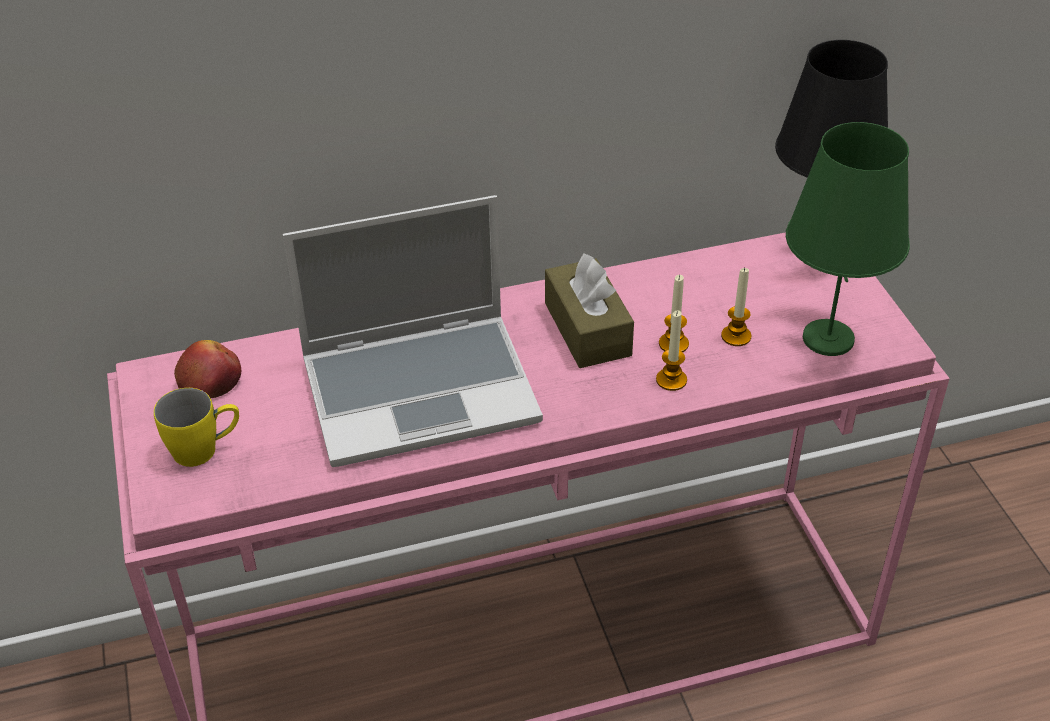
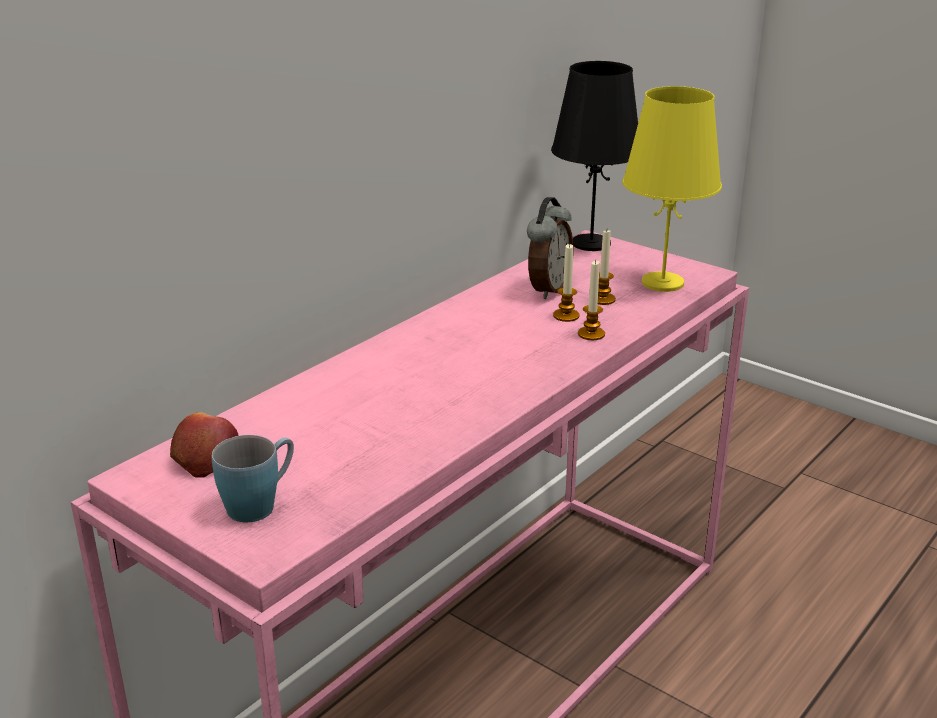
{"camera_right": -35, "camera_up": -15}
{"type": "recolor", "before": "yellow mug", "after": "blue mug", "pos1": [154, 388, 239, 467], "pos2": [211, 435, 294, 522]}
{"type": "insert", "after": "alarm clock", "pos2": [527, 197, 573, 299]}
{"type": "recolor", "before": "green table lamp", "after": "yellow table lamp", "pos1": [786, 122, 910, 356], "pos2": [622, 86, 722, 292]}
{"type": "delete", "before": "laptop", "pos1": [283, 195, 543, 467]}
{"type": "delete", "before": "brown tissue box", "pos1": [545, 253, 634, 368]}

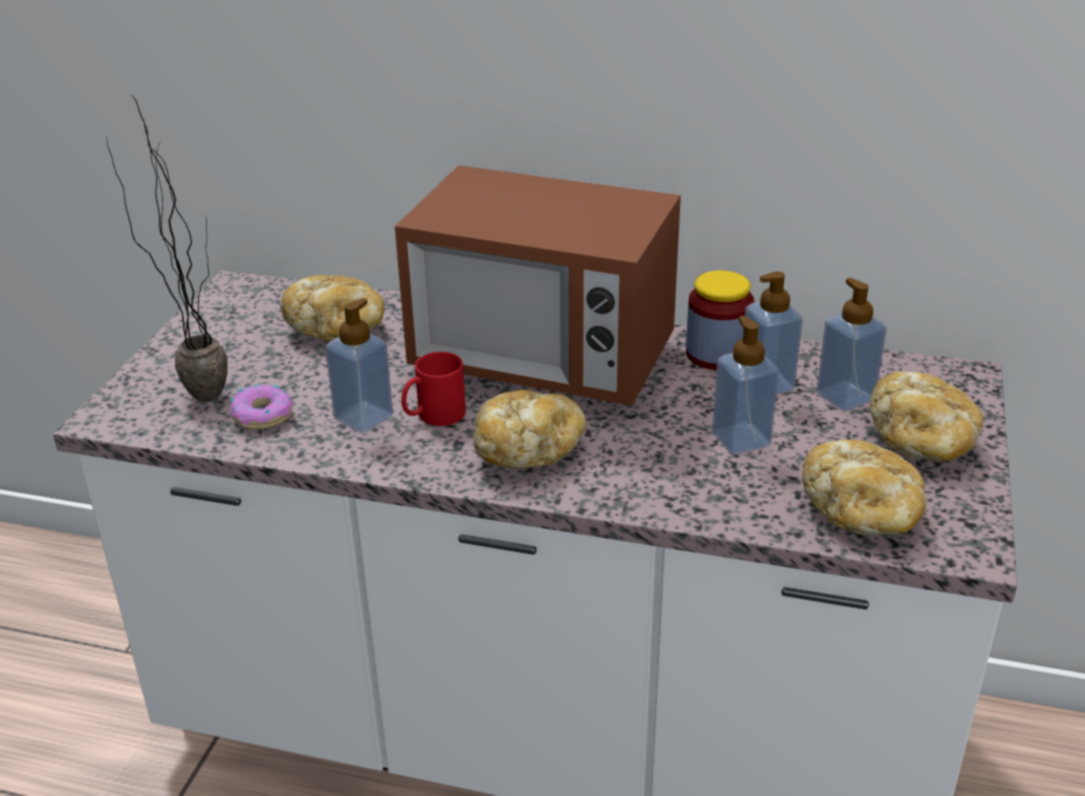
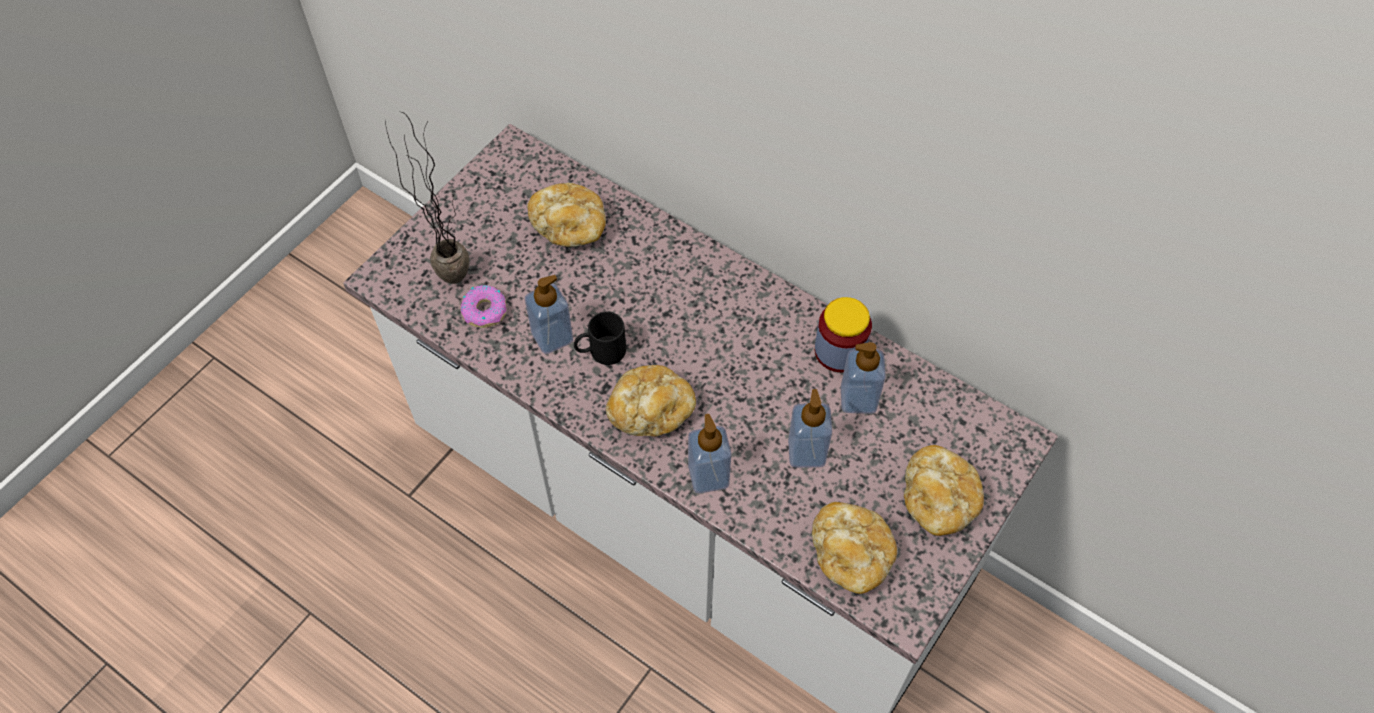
{"camera_right": 20, "camera_up": 25}
{"type": "recolor", "before": "red mug", "after": "black mug", "pos1": [401, 352, 466, 426], "pos2": [574, 311, 626, 365]}
{"type": "move", "before": "soap dispenser", "pos1": [816, 278, 887, 411], "pos2": [688, 414, 731, 493]}
{"type": "delete", "before": "microwave", "pos1": [395, 165, 681, 406]}

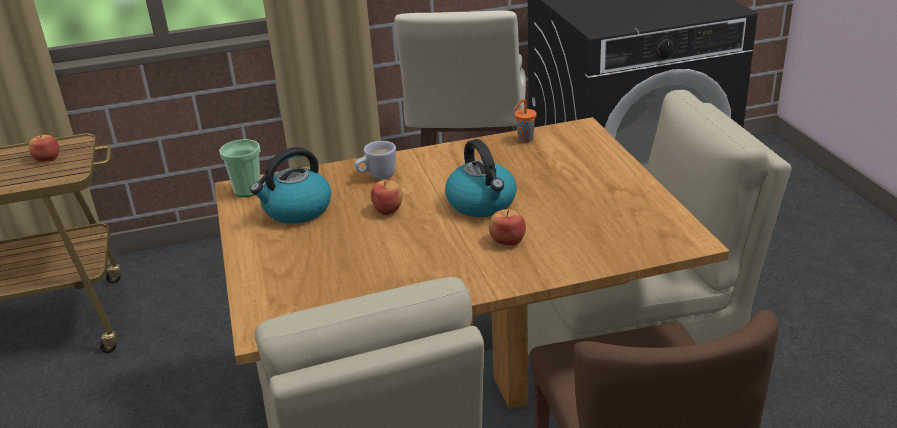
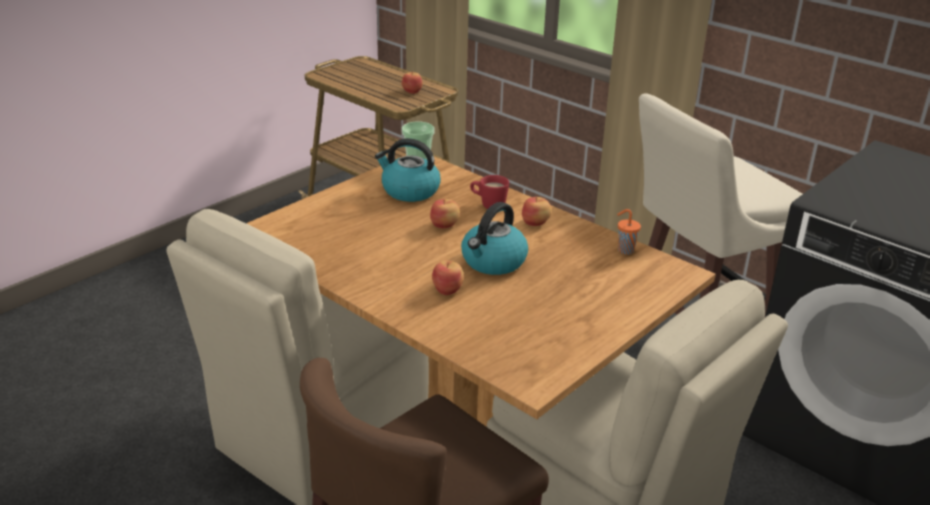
{"camera_right": 55, "camera_up": 0}
{"type": "recolor", "before": "white mug", "after": "red mug", "pos1": [355, 141, 396, 180], "pos2": [470, 175, 509, 209]}
{"type": "insert", "after": "apple", "pos2": [522, 197, 552, 226]}

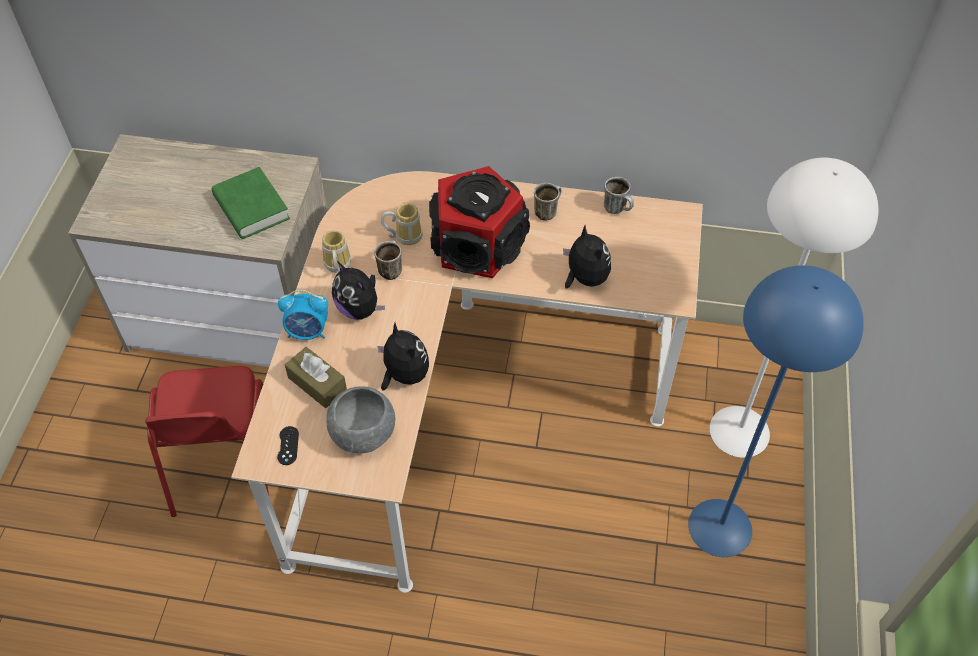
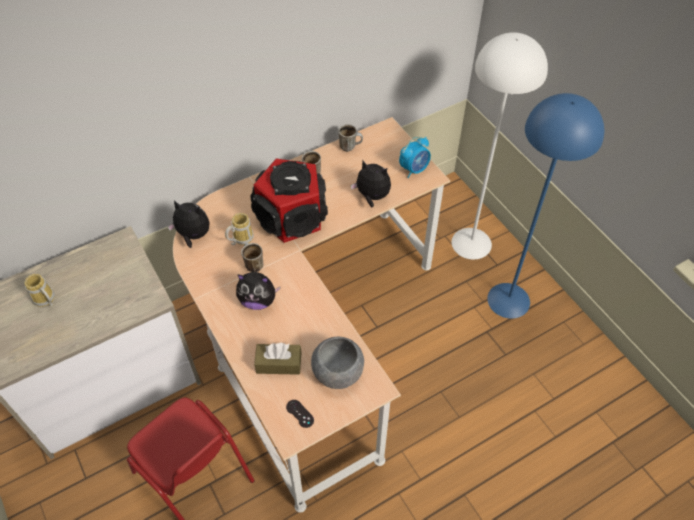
{"camera_right": -40, "camera_up": 0}
{"type": "move", "before": "mug", "pos1": [322, 230, 351, 273], "pos2": [24, 274, 54, 307]}
{"type": "move", "before": "plush toy", "pos1": [378, 323, 429, 390], "pos2": [167, 200, 210, 248]}
{"type": "move", "before": "alarm clock", "pos1": [278, 289, 328, 340], "pos2": [399, 137, 431, 178]}
{"type": "delete", "before": "green book", "pos1": [212, 167, 290, 239]}

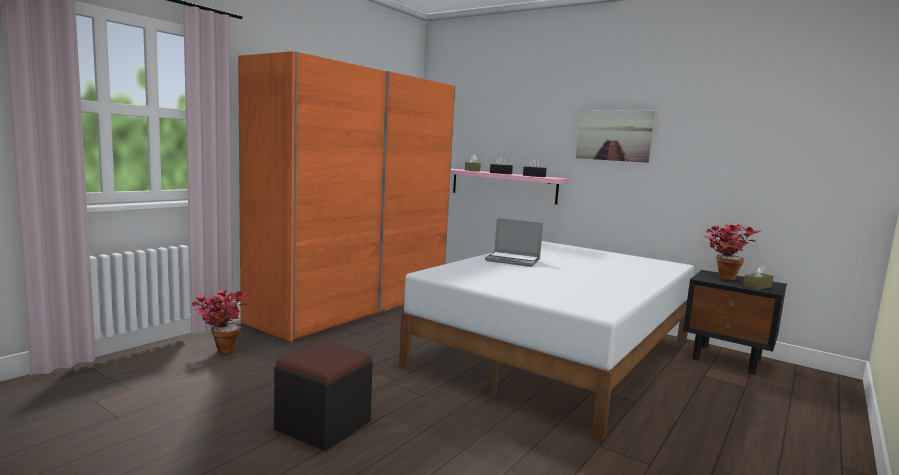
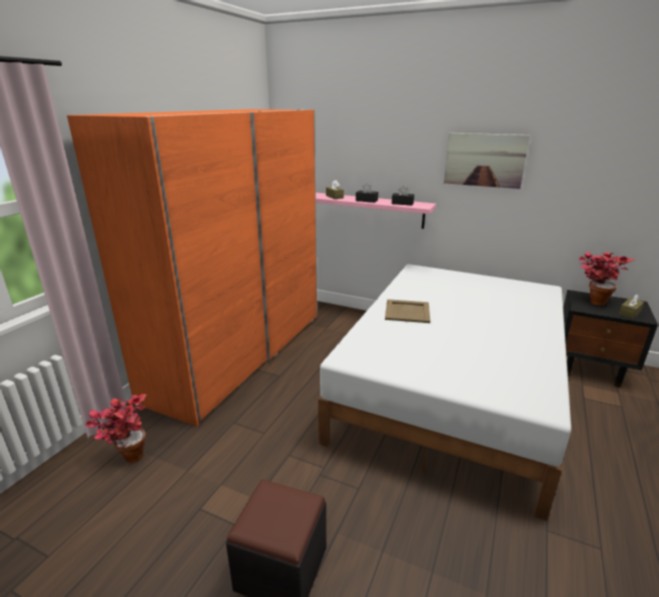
{"camera_right": -10, "camera_up": 15}
{"type": "replace", "before": "laptop", "after": "beige tray", "pos1": [485, 218, 543, 267], "pos2": [385, 299, 430, 323]}

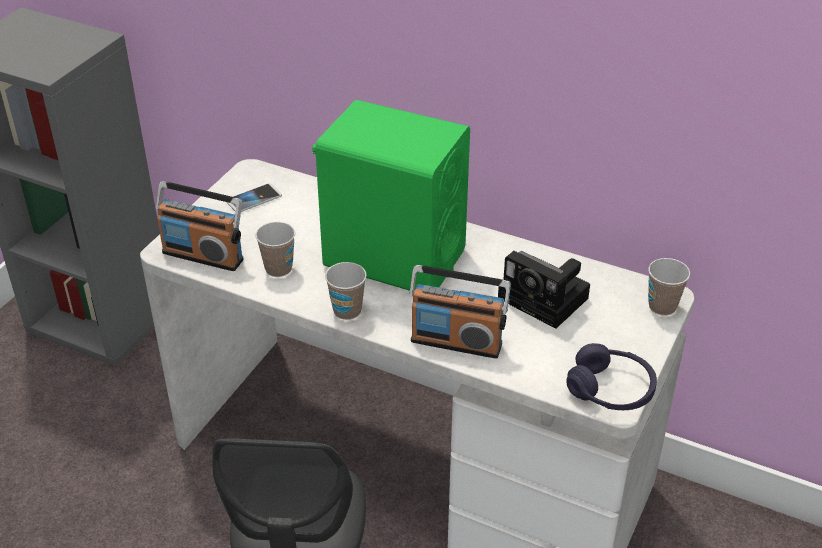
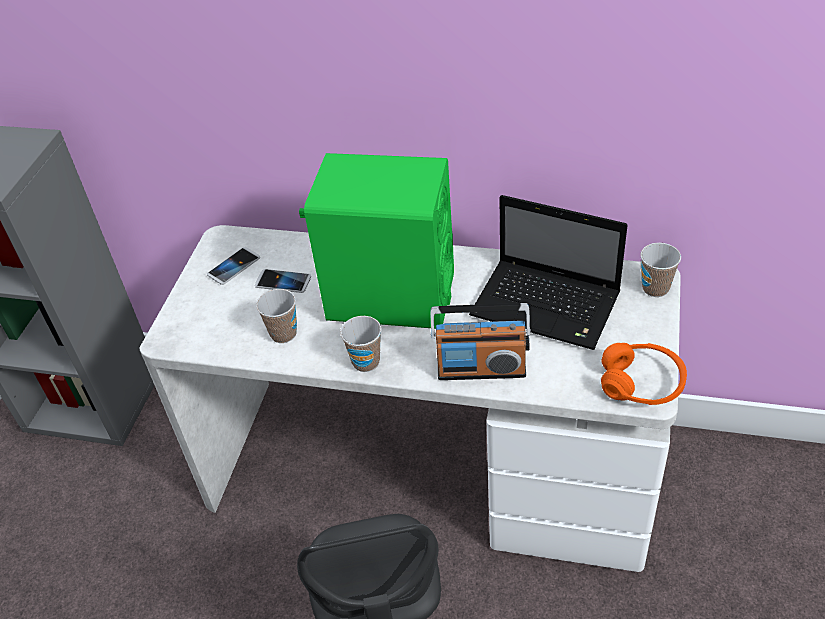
{"camera_right": -10, "camera_up": 5}
{"type": "insert", "after": "phone", "pos2": [255, 269, 311, 293]}
{"type": "replace", "before": "photo camera", "after": "laptop", "pos1": [498, 250, 590, 329], "pos2": [469, 195, 628, 350]}
{"type": "recolor", "before": "purple headphones", "after": "orange headphones", "pos1": [566, 343, 657, 410], "pos2": [601, 343, 687, 405]}
{"type": "delete", "before": "radio", "pos1": [156, 181, 244, 271]}

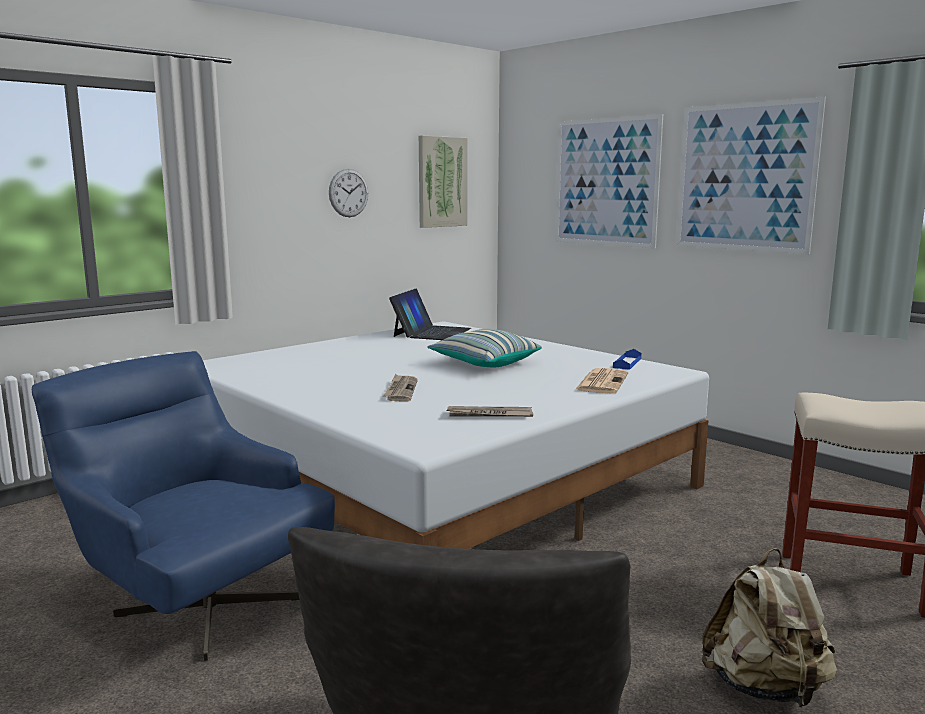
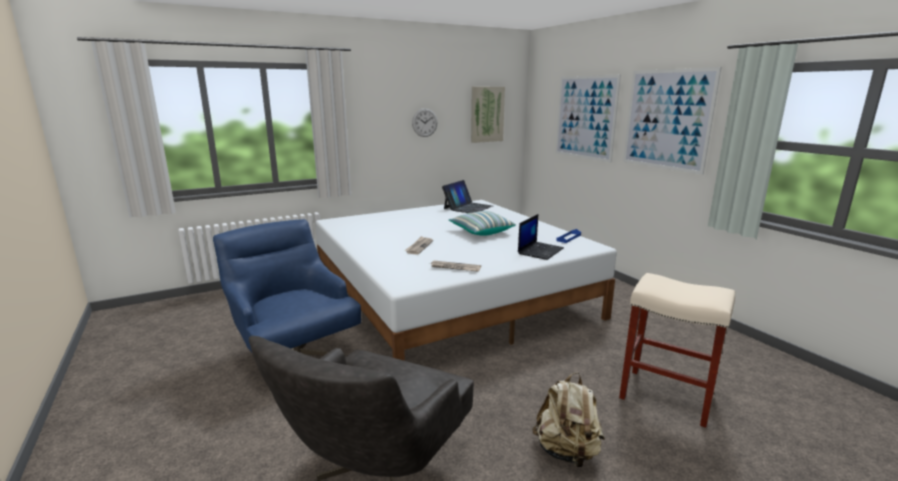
{"camera_right": 15, "camera_up": 5}
{"type": "replace", "before": "newspaper", "after": "laptop", "pos1": [575, 368, 628, 393], "pos2": [518, 214, 564, 260]}

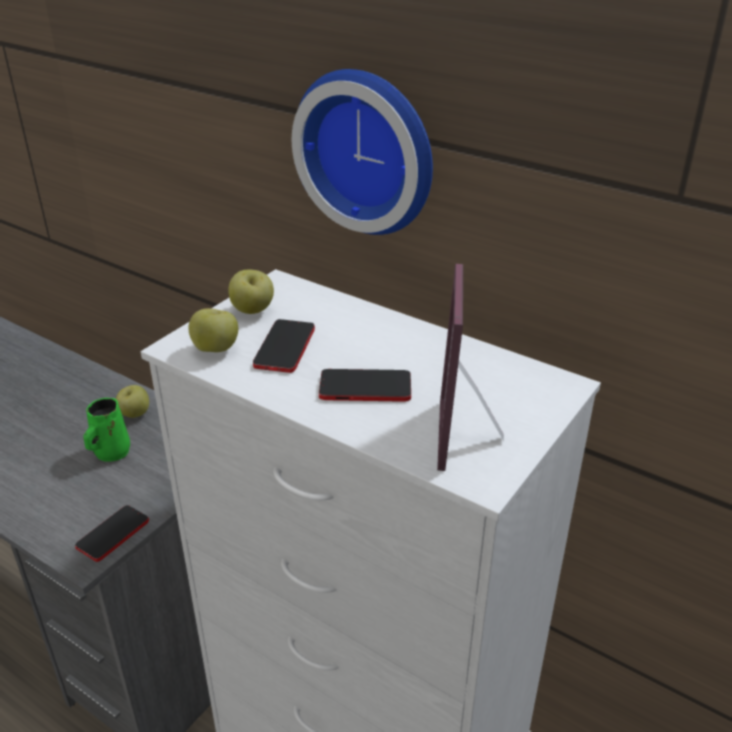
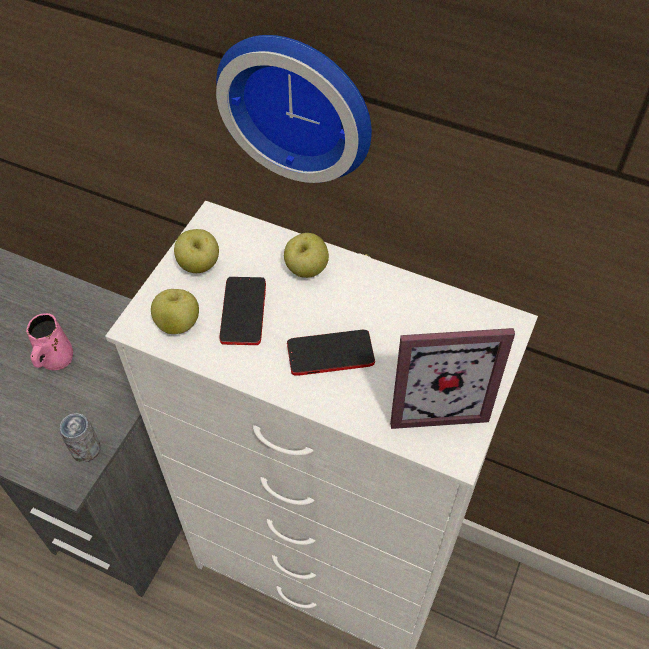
{"camera_right": -10, "camera_up": 20}
{"type": "recolor", "before": "green mug", "after": "pink mug", "pos1": [83, 398, 130, 462], "pos2": [26, 313, 73, 370]}
{"type": "replace", "before": "phone", "after": "can", "pos1": [75, 505, 149, 562], "pos2": [60, 413, 101, 463]}
{"type": "move", "before": "apple", "pos1": [116, 385, 149, 418], "pos2": [284, 233, 329, 278]}
{"type": "rotate", "before": "picture frame", "pos1": [437, 264, 504, 471], "pos2": [390, 328, 515, 429], "turn": -90}

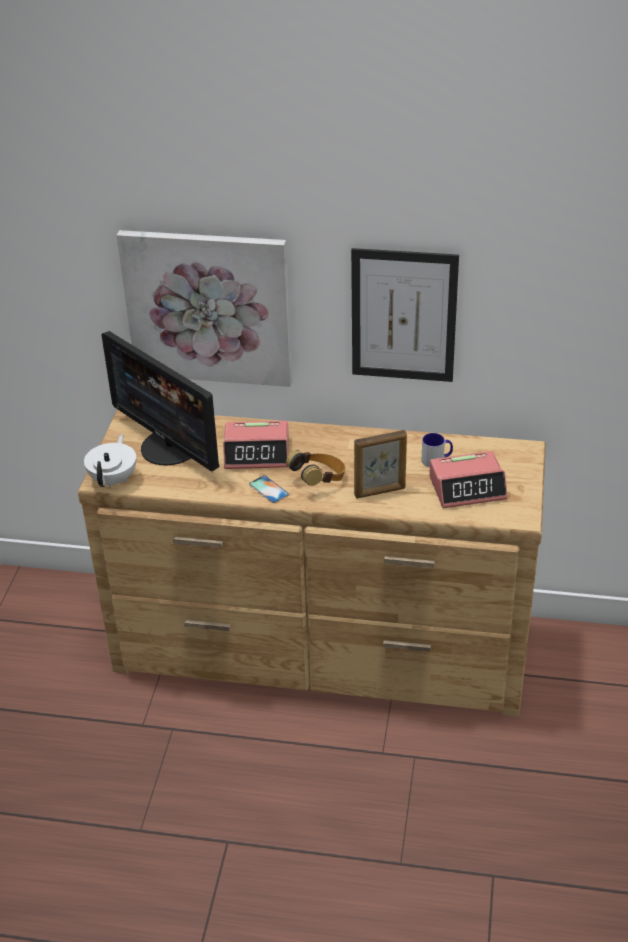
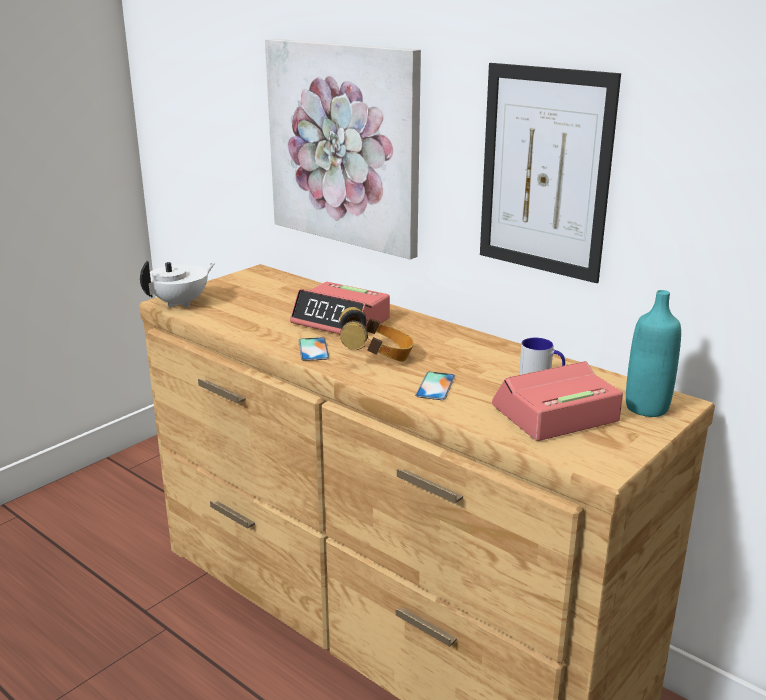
{"camera_right": 30, "camera_up": -15}
{"type": "replace", "before": "picture frame", "after": "phone", "pos1": [354, 430, 407, 498], "pos2": [415, 372, 455, 400]}
{"type": "rotate", "before": "alarm clock", "pos1": [429, 451, 508, 508], "pos2": [492, 361, 623, 441], "turn": 135}
{"type": "insert", "after": "turquoise bottle", "pos2": [626, 290, 681, 417]}
{"type": "delete", "before": "monitor", "pos1": [101, 331, 220, 471]}

